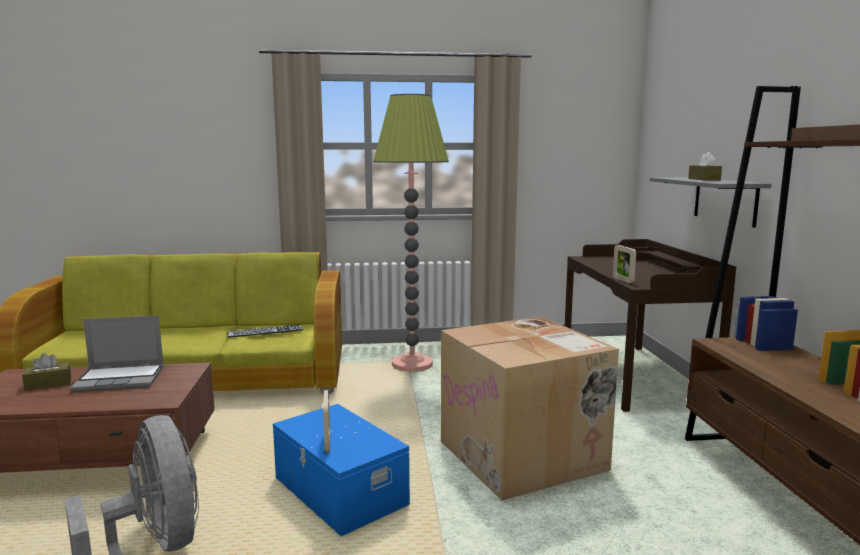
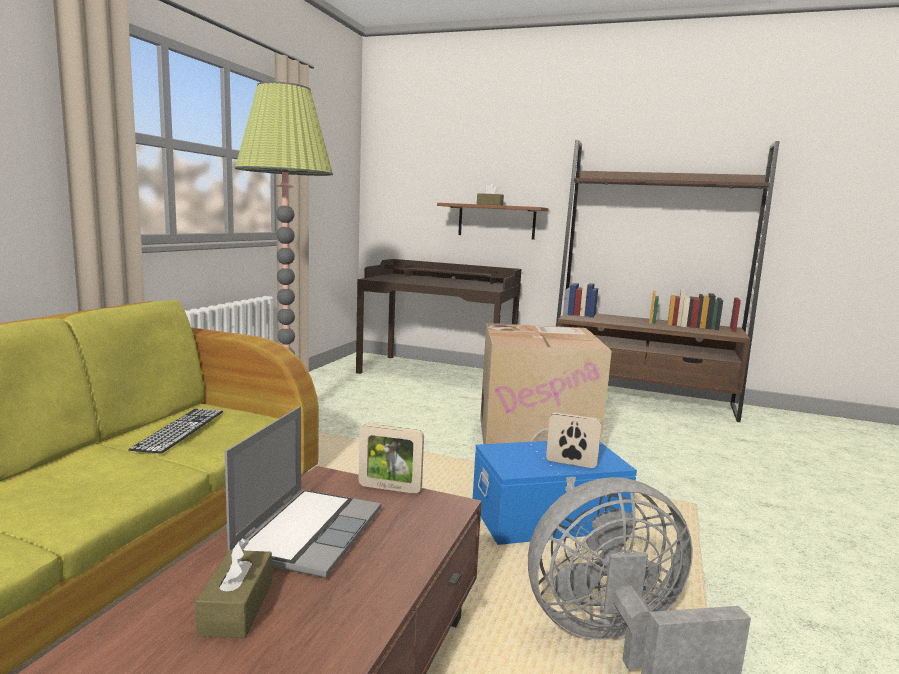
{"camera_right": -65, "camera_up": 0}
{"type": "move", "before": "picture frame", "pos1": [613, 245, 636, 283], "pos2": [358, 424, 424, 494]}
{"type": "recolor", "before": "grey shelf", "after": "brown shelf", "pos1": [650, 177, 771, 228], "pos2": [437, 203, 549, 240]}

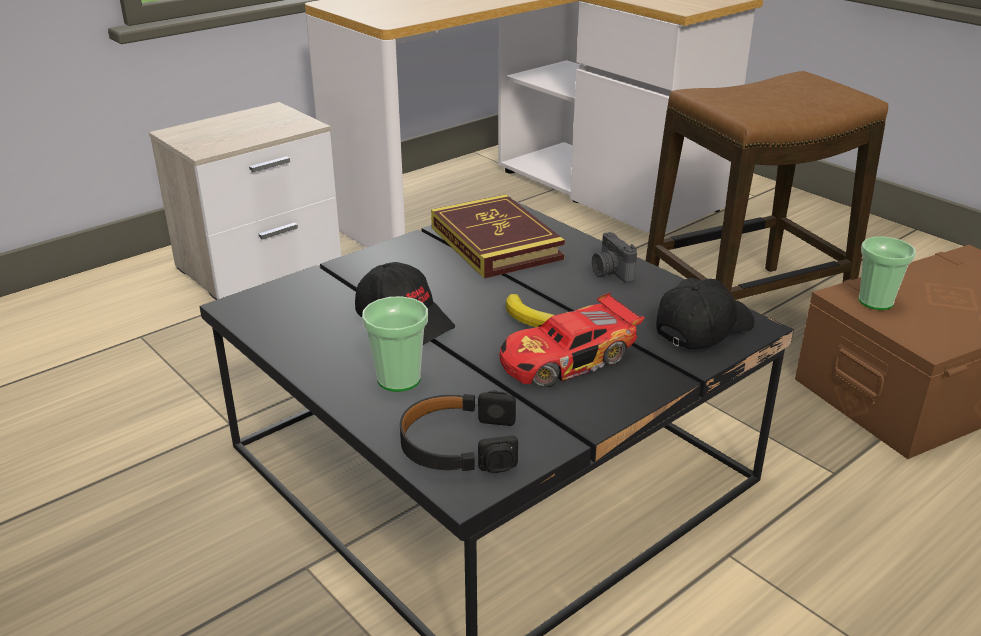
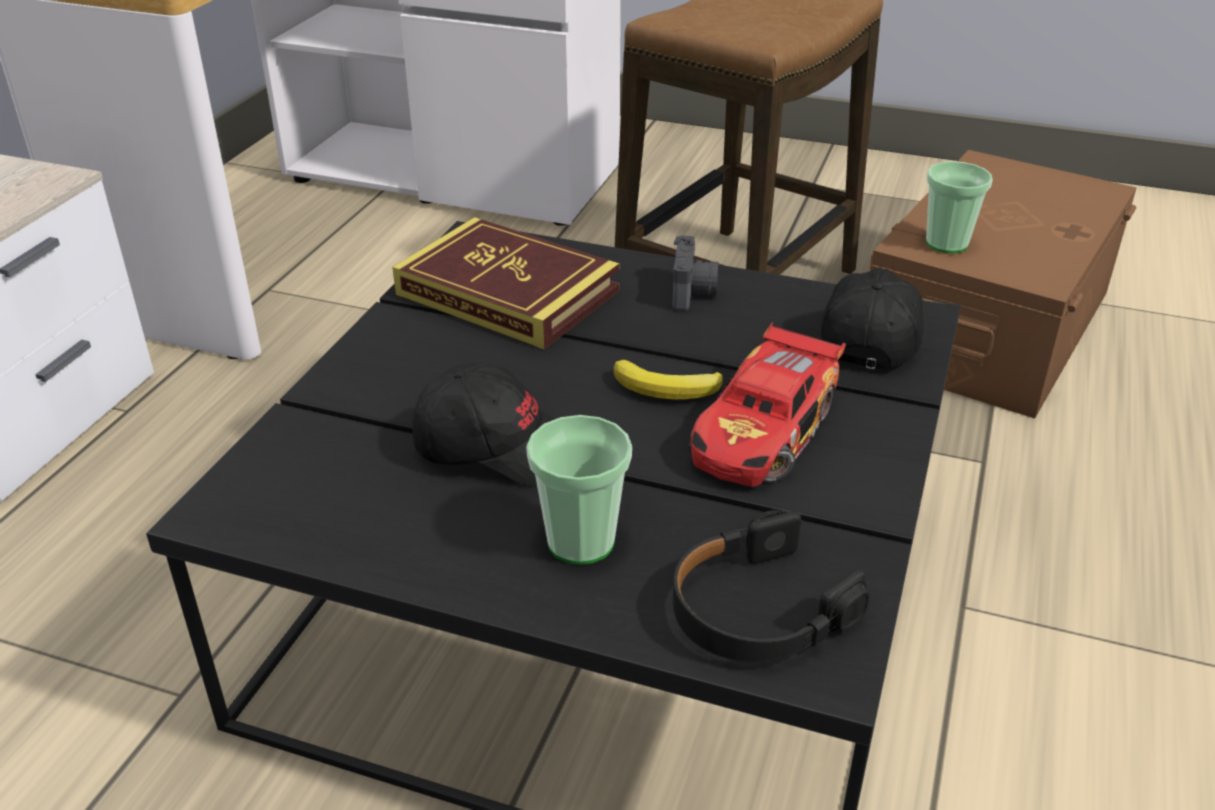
{"camera_right": -30, "camera_up": 5}
{"type": "rotate", "before": "photo camera", "pos1": [592, 232, 637, 283], "pos2": [672, 236, 718, 311], "turn": -120}

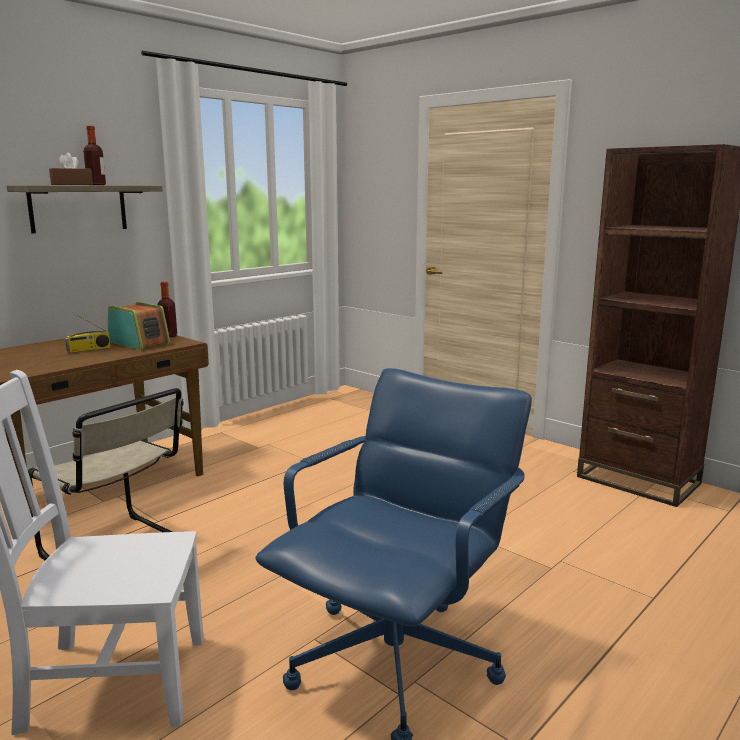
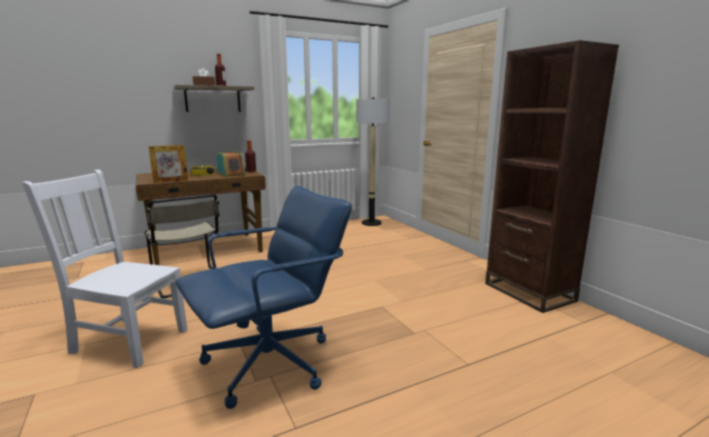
{"camera_right": 20, "camera_up": 0}
{"type": "insert", "after": "picture frame", "pos2": [149, 145, 188, 183]}
{"type": "insert", "after": "floor lamp", "pos2": [356, 97, 390, 226]}

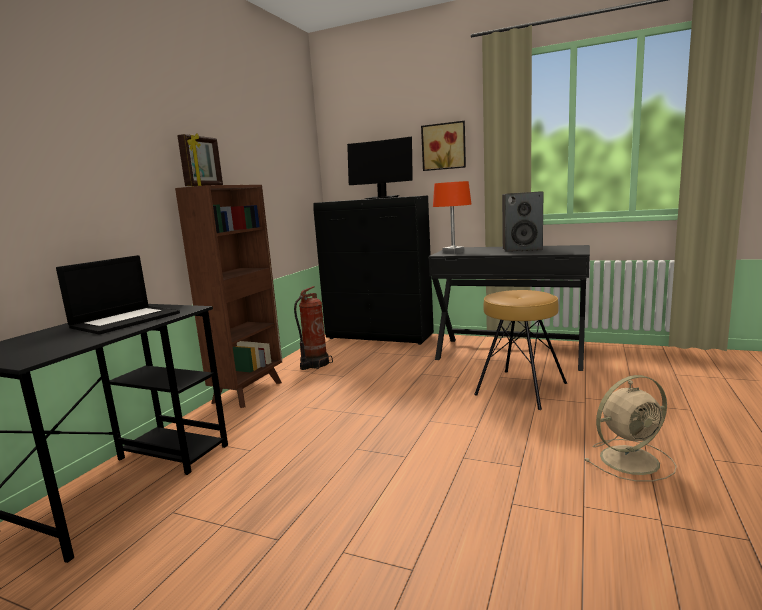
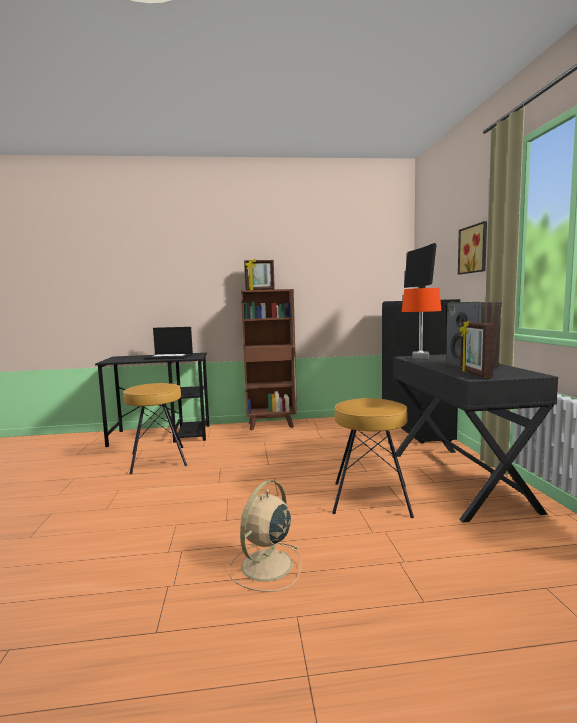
{"camera_right": 60, "camera_up": -5}
{"type": "insert", "after": "brown stool", "pos2": [123, 383, 187, 474]}
{"type": "rotate", "before": "beige fan", "pos1": [585, 375, 677, 482], "pos2": [229, 480, 301, 592], "turn": 75}
{"type": "insert", "after": "picture frame", "pos2": [460, 321, 495, 378]}
{"type": "delete", "before": "fire extinguisher", "pos1": [294, 286, 333, 370]}

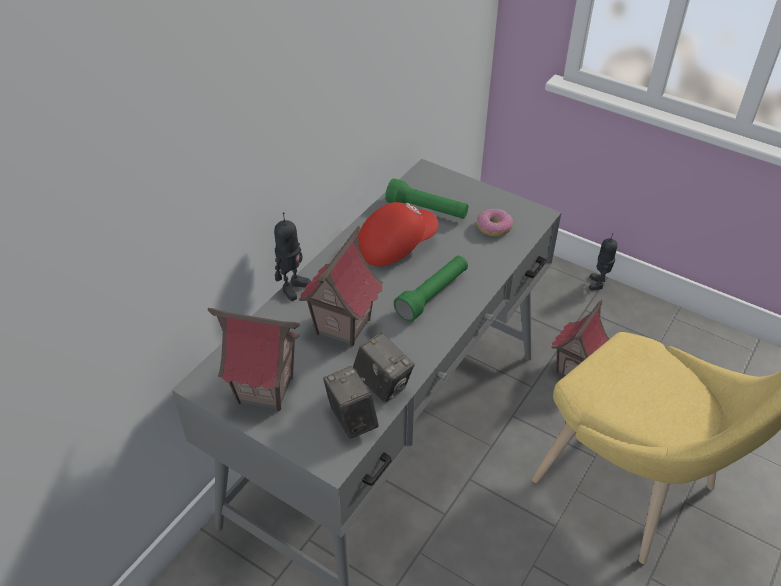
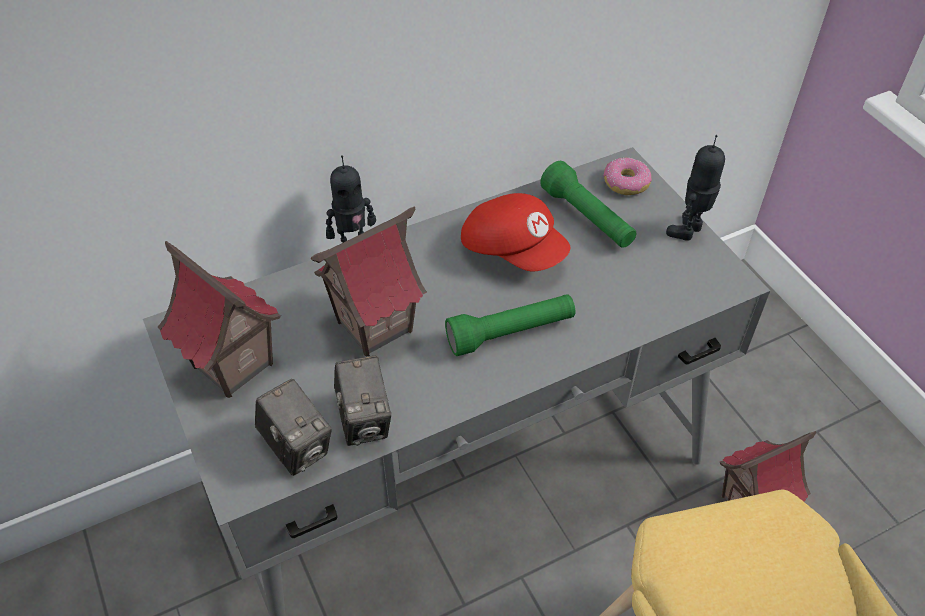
{"camera_right": 30, "camera_up": 5}
{"type": "rotate", "before": "photo camera", "pos1": [323, 366, 379, 439], "pos2": [255, 379, 332, 476], "turn": 135}
{"type": "rotate", "before": "red cap", "pos1": [358, 202, 438, 266], "pos2": [461, 193, 570, 271], "turn": 45}
{"type": "move", "before": "donut", "pos1": [477, 209, 513, 236], "pos2": [603, 157, 652, 195]}
{"type": "move", "before": "toy robot", "pos1": [589, 233, 617, 290], "pos2": [666, 135, 725, 241]}

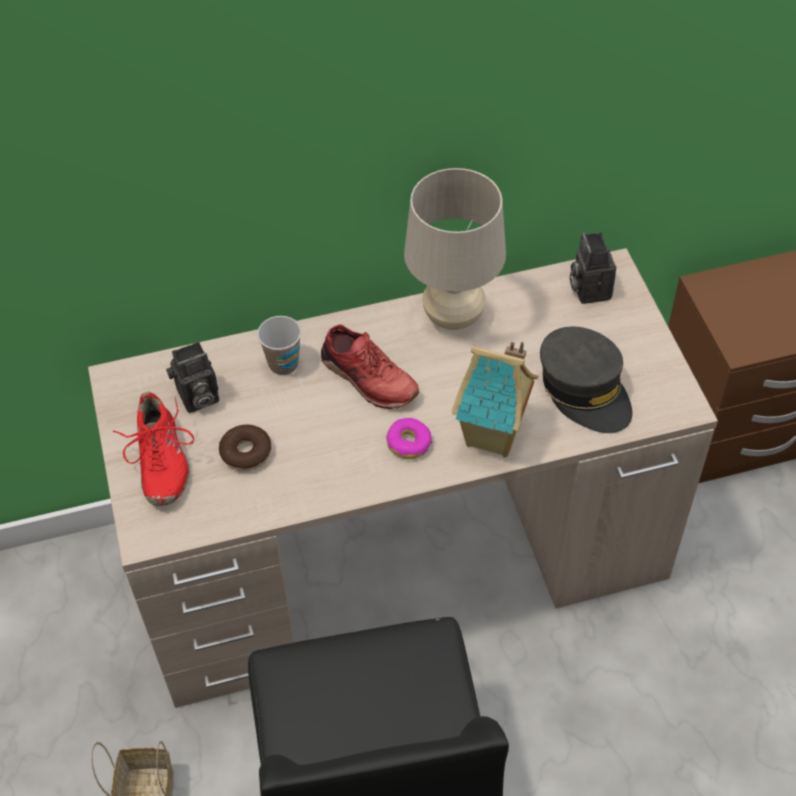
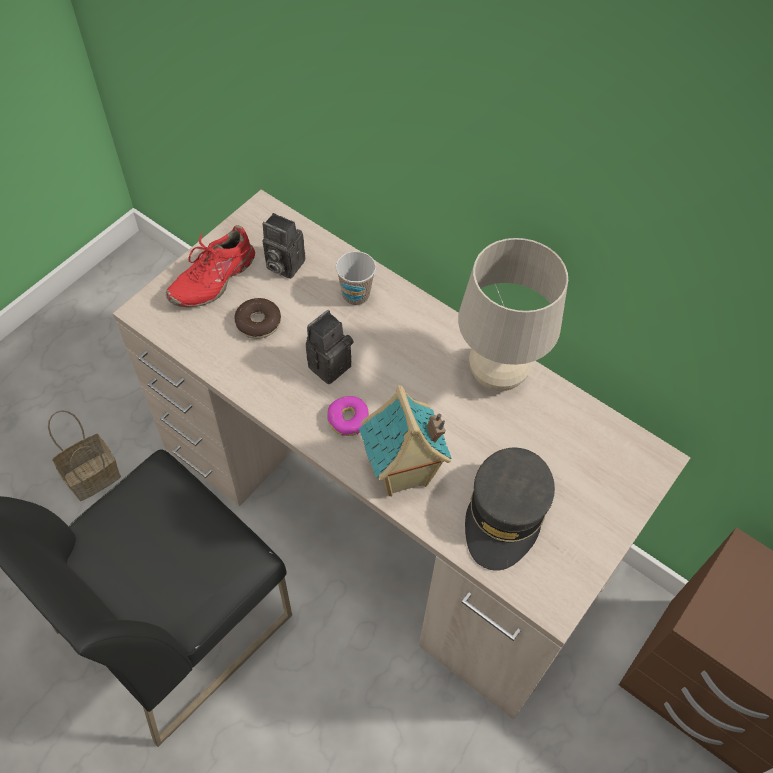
{"camera_right": 50, "camera_up": 5}
{"type": "move", "before": "photo camera", "pos1": [570, 232, 616, 304], "pos2": [306, 310, 353, 384]}
{"type": "delete", "before": "red shoe", "pos1": [321, 324, 419, 409]}

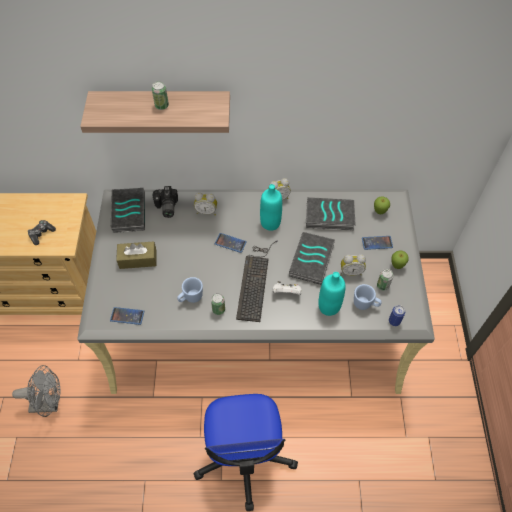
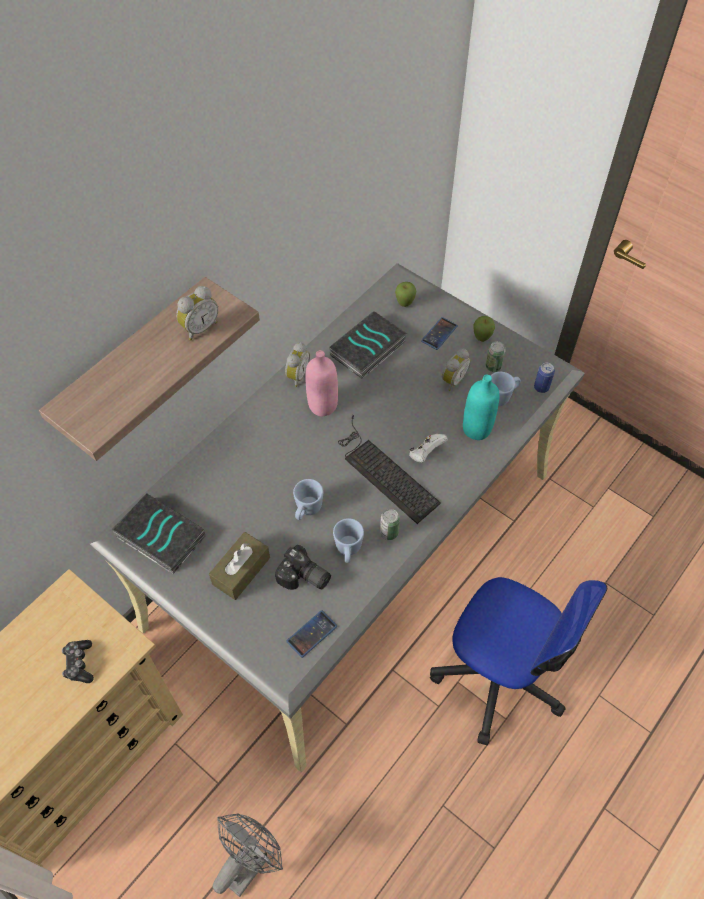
{"camera_right": -50, "camera_up": 0}
{"type": "move", "before": "alarm clock", "pos1": [194, 192, 217, 215], "pos2": [176, 286, 218, 341]}
{"type": "move", "before": "photo camera", "pos1": [153, 186, 178, 218], "pos2": [275, 545, 331, 590]}
{"type": "insert", "after": "blue mug", "pos2": [293, 479, 323, 520]}
{"type": "recolor", "before": "turquoise bottle", "after": "pink bottle", "pos1": [260, 184, 282, 231], "pos2": [305, 350, 338, 416]}
{"type": "delete", "before": "can", "pos1": [152, 81, 169, 110]}
{"type": "delete", "before": "phone", "pos1": [214, 233, 247, 253]}
{"type": "delete", "before": "book", "pos1": [289, 232, 335, 285]}

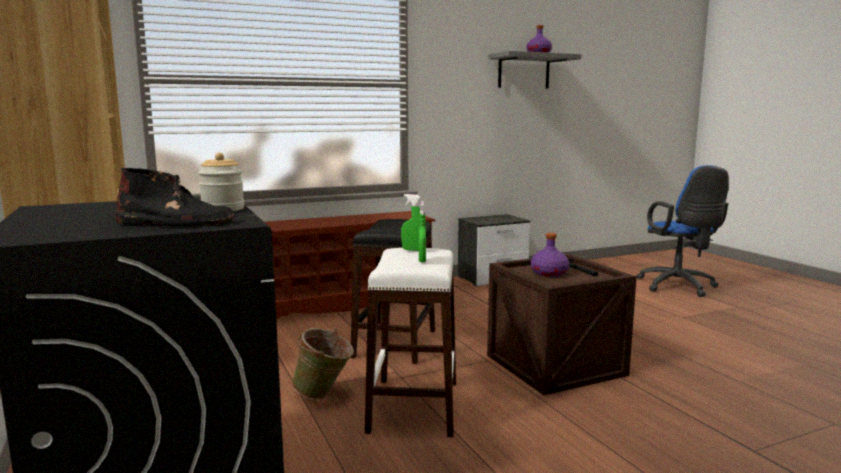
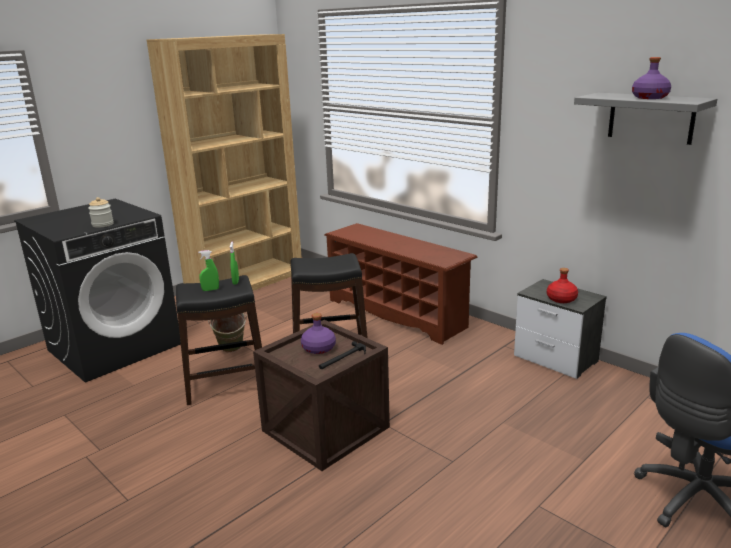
{"camera_right": 70, "camera_up": 10}
{"type": "recolor", "before": "white stool", "after": "black stool", "pos1": [365, 248, 456, 437], "pos2": [176, 275, 262, 405]}
{"type": "insert", "after": "red bottle", "pos2": [547, 268, 578, 303]}
{"type": "delete", "before": "black boot", "pos1": [115, 168, 235, 226]}

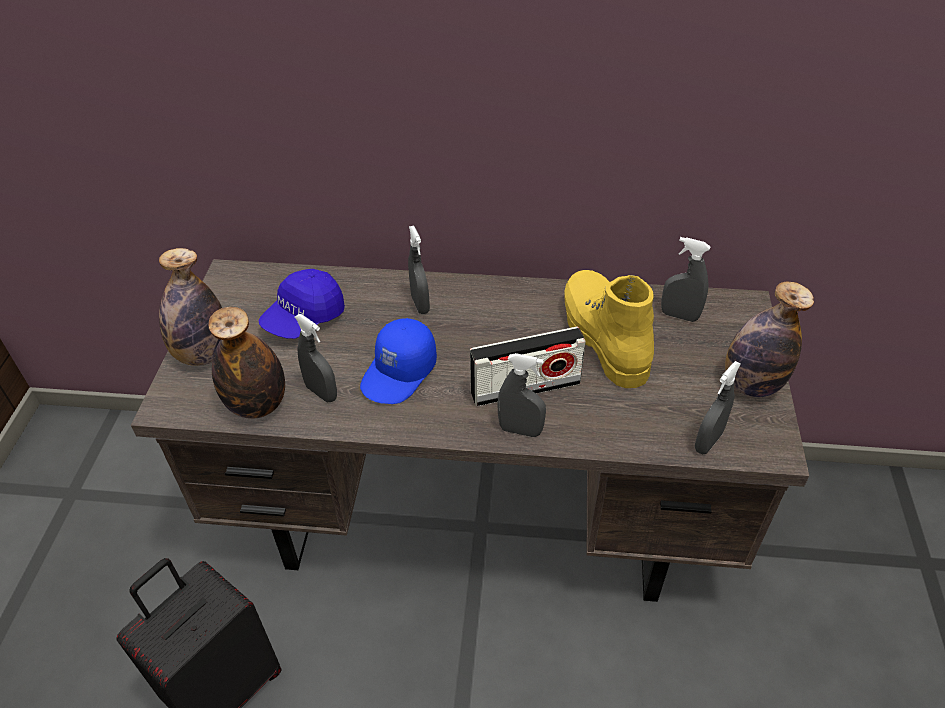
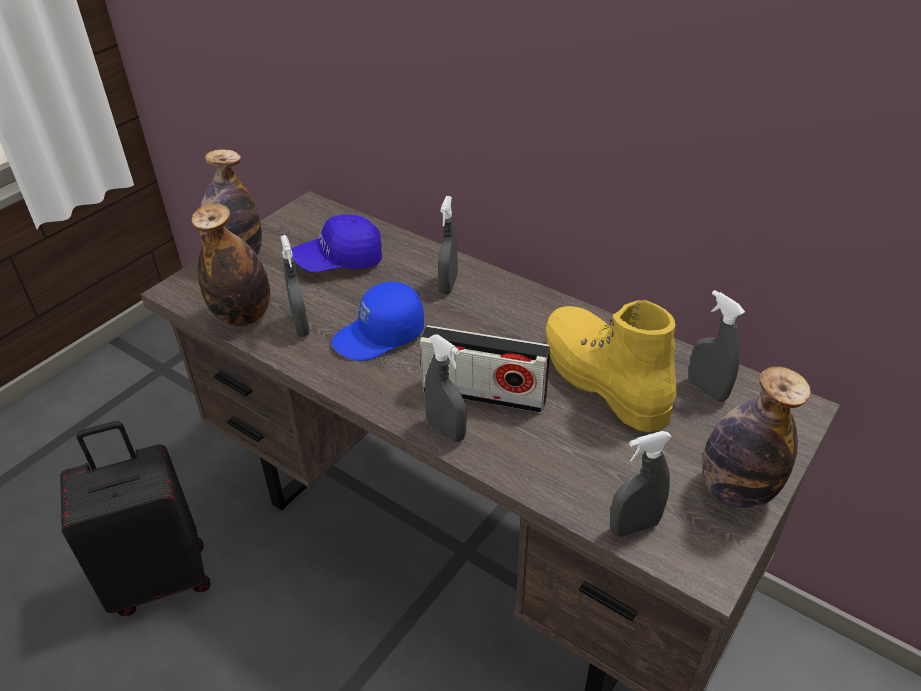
{"camera_right": 30, "camera_up": -5}
{"type": "rotate", "before": "yellow boot", "pos1": [564, 270, 654, 388], "pos2": [546, 300, 677, 432], "turn": -45}

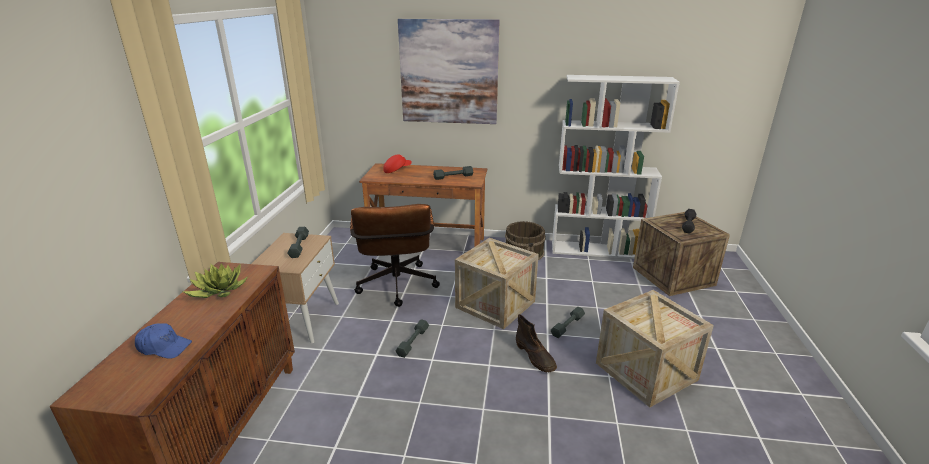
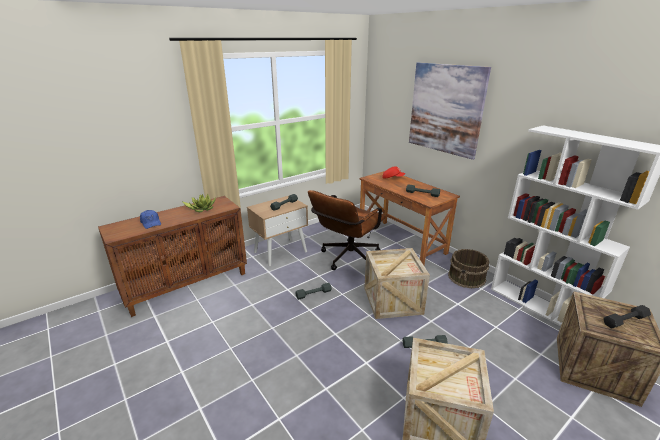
{"camera_right": 45, "camera_up": 0}
{"type": "delete", "before": "brown boot", "pos1": [516, 314, 557, 373]}

